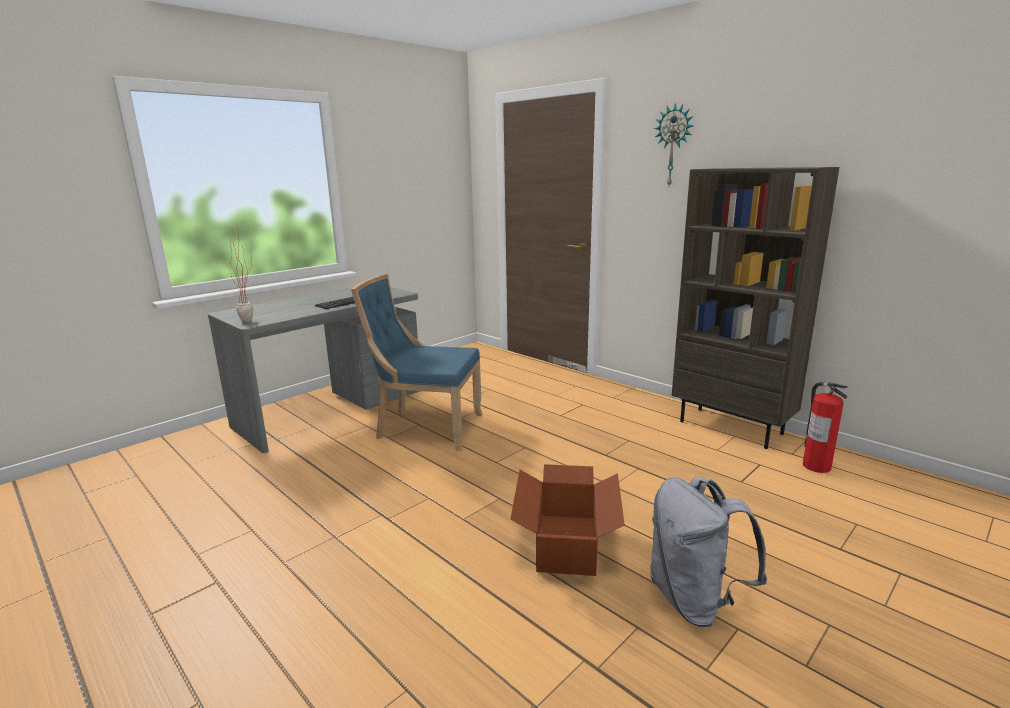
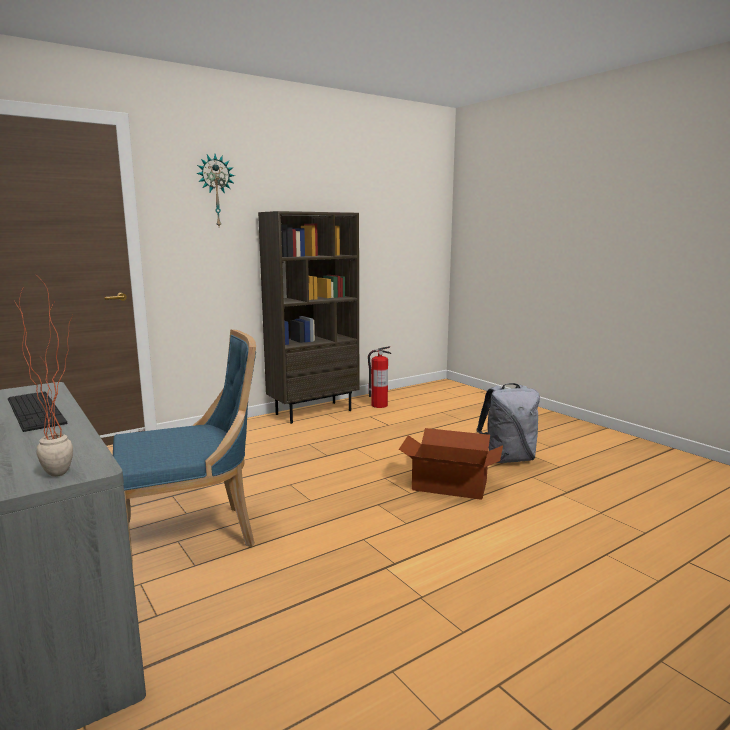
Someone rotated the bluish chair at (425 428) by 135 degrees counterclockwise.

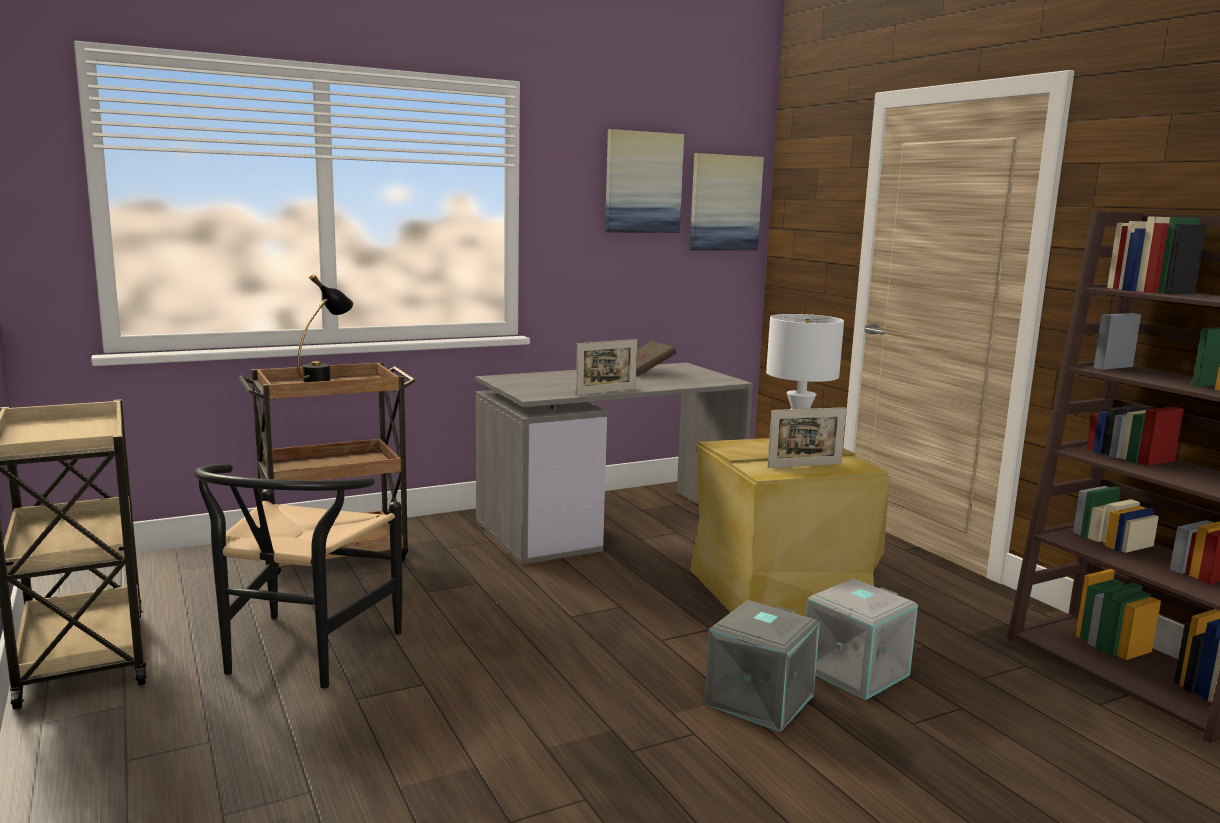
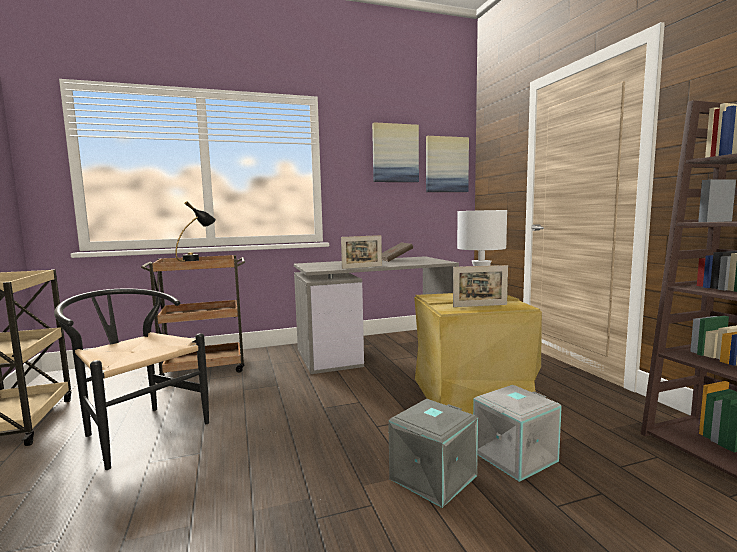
Someone rotated the black-coloured chair at (300 656) by 105 degrees clockwise.

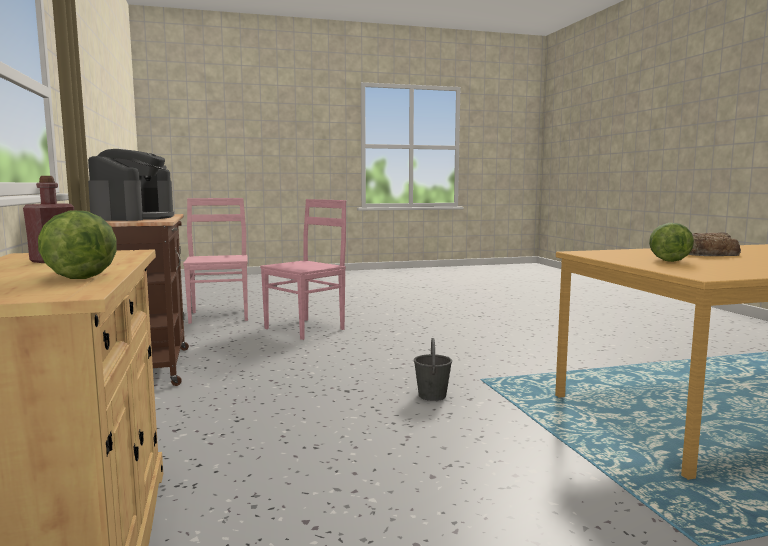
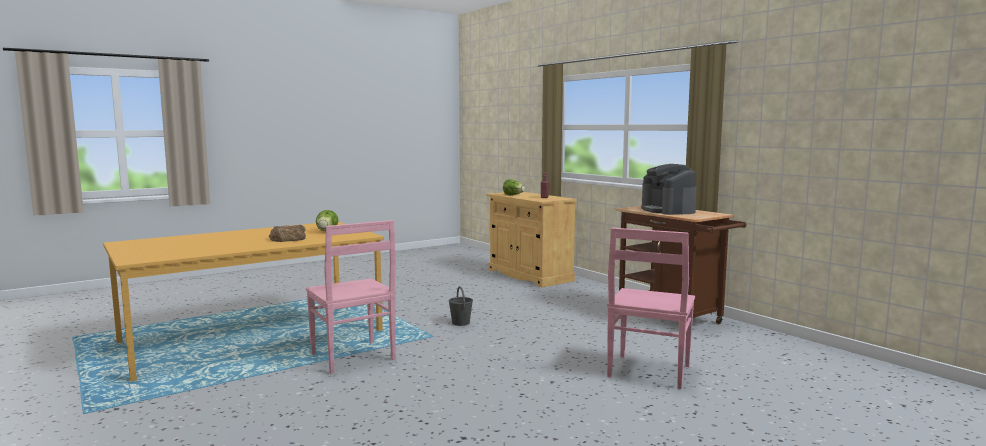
Someone carried the pink chair from (219 316) to (353 358).

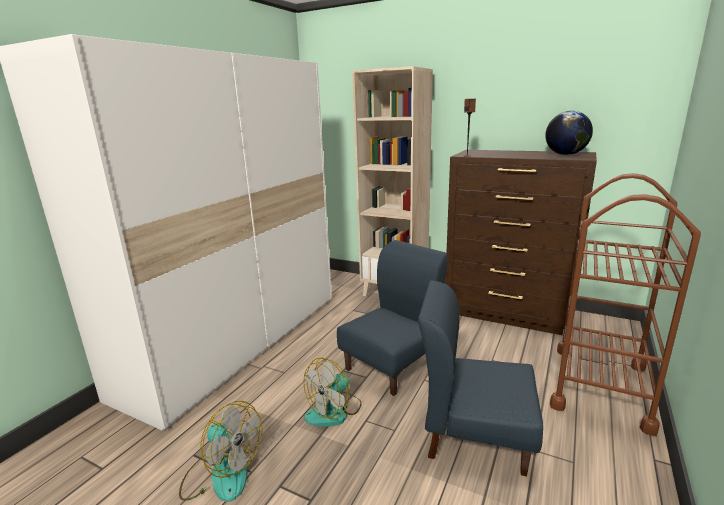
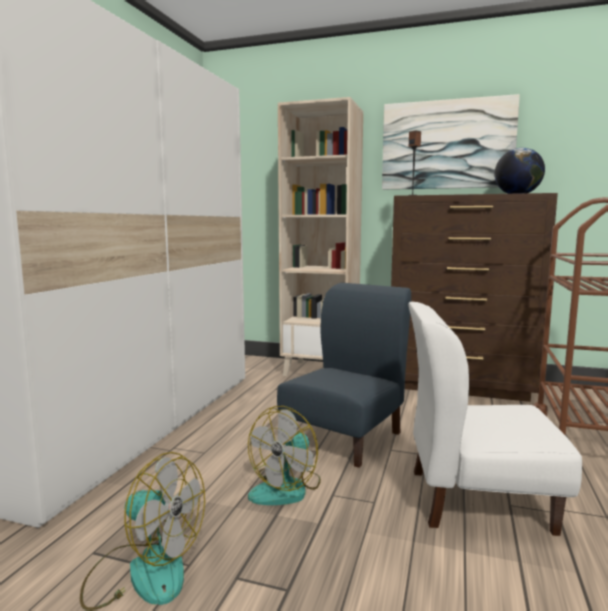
Someone repainted the bluish chair at (474 435), which became the whitish chair at (477 499).
Someone put up the picture at (447 145).

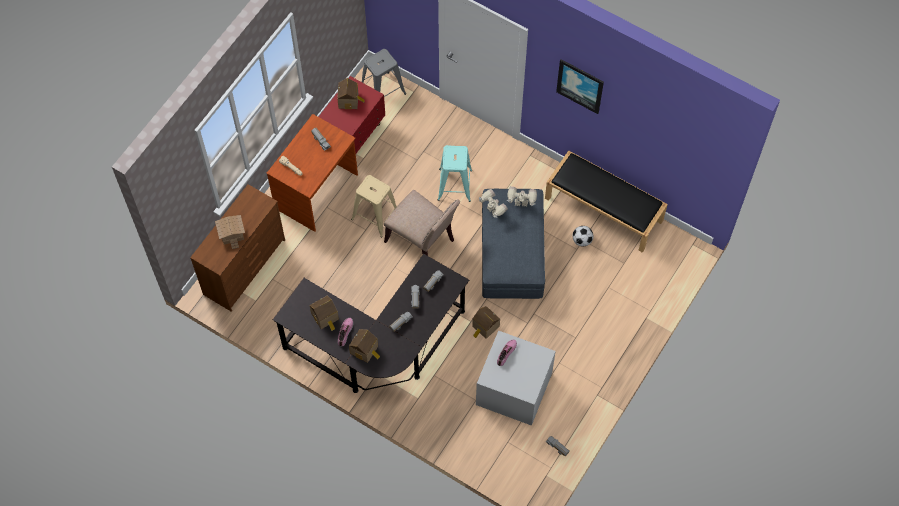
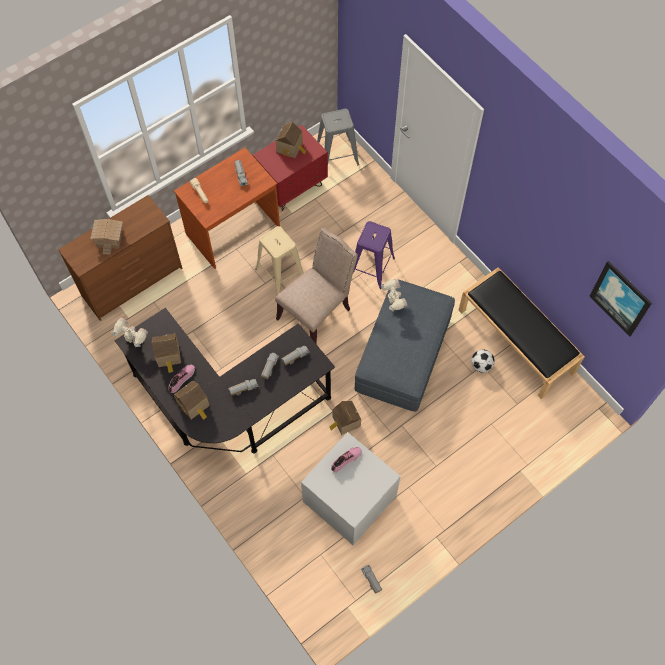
Someone rotated the sand-coloured chair at (422 241) by 105 degrees counterclockwise.
Someone repainted the turquoise stool seat at (455 185), which became the purple-coloured stool seat at (371 267).
Someone carried the robot figure from (521 204) to (133 341).
Someone carried the picture from (580 85) to (620 298).

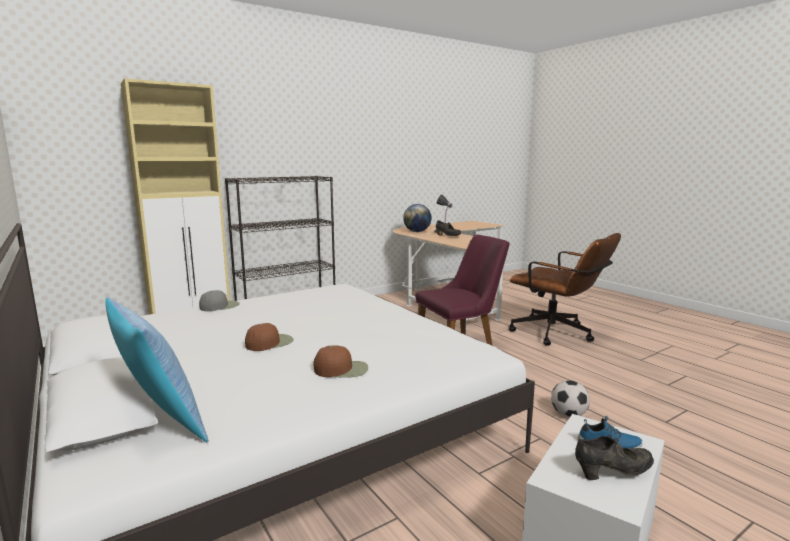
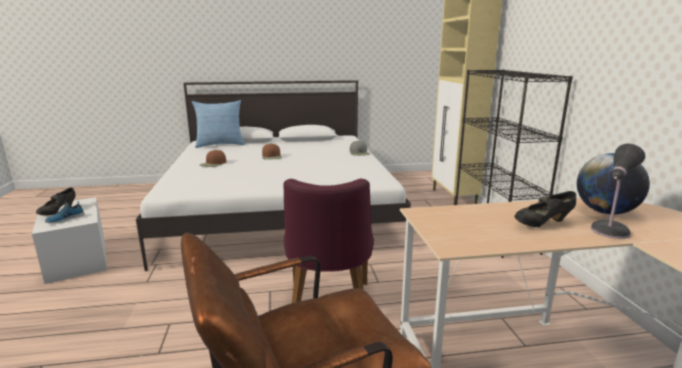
Someone took away the football ball at (568 415).

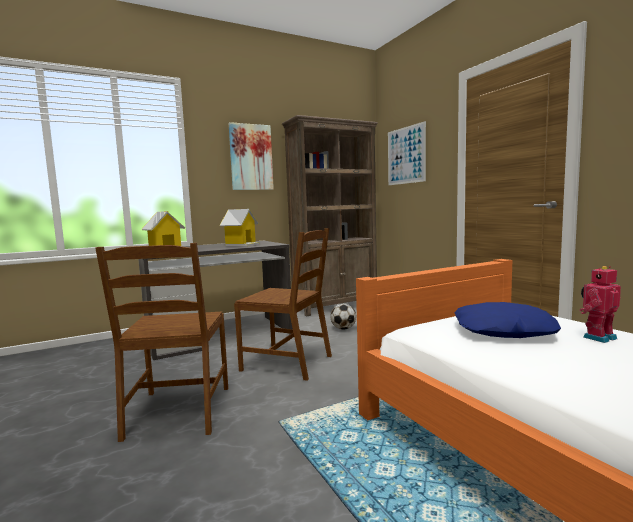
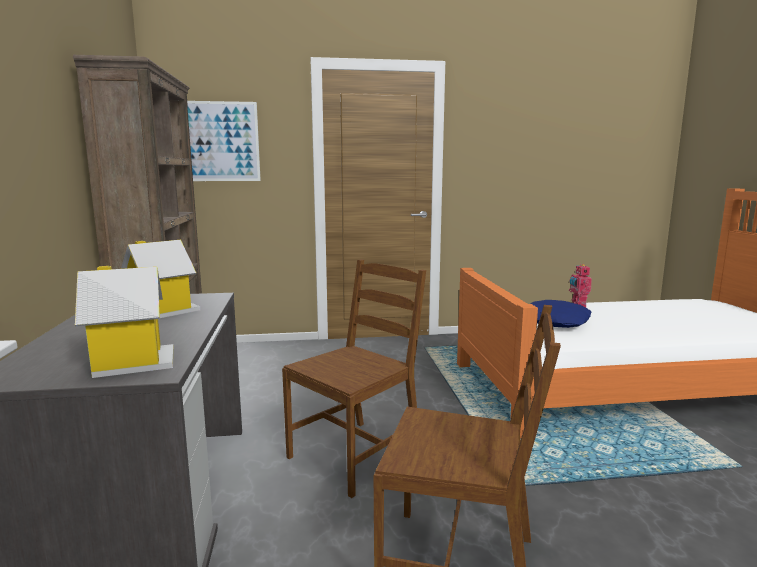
Someone took away the picture at (251 157).
Someone took away the football ball at (343 328).

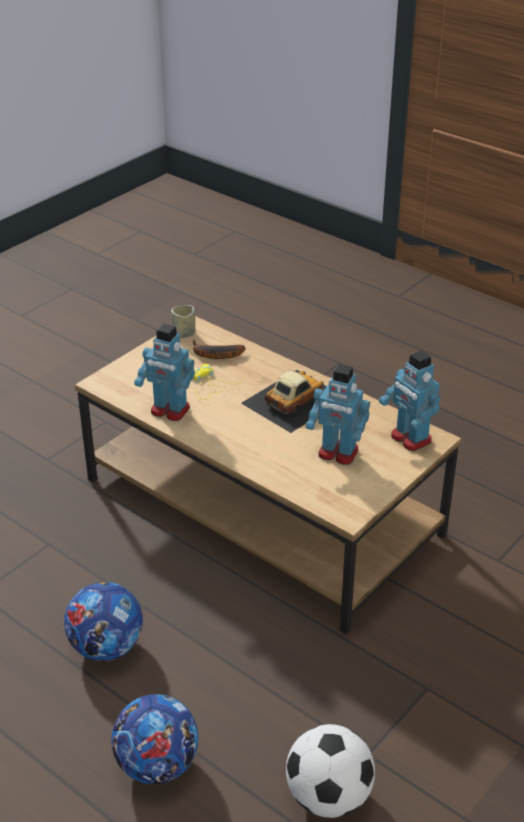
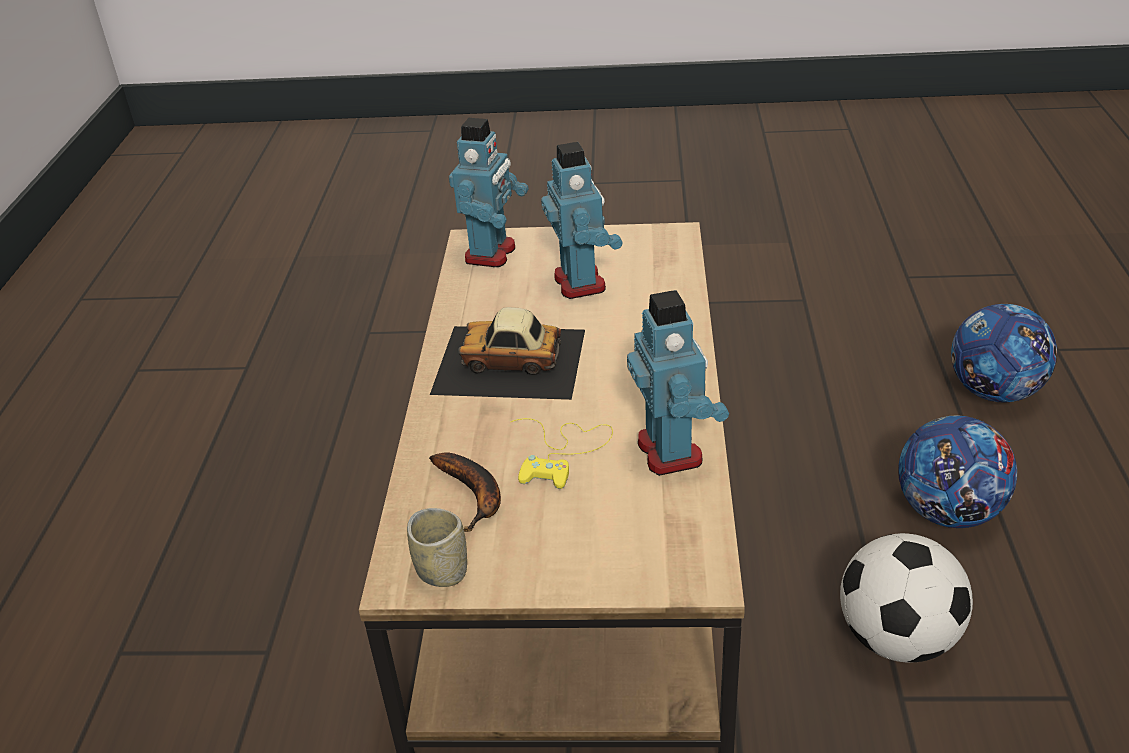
Someone carried the football ball from (328 797) to (897 638).

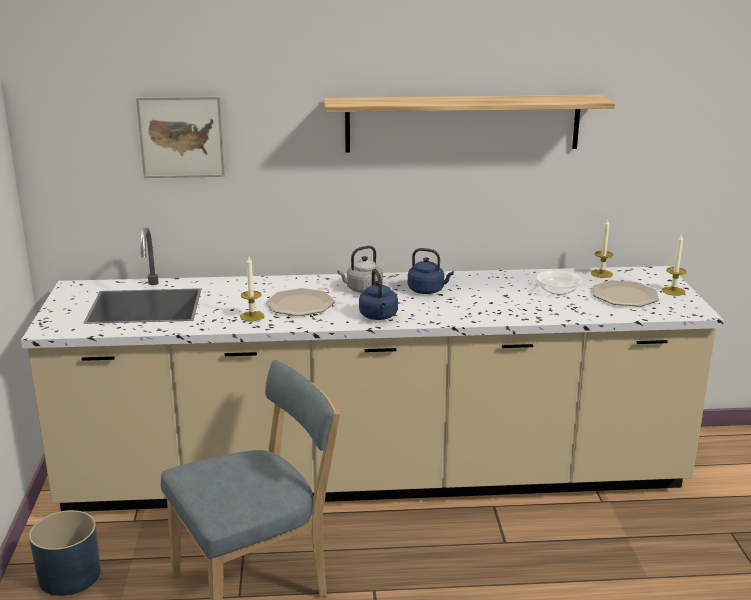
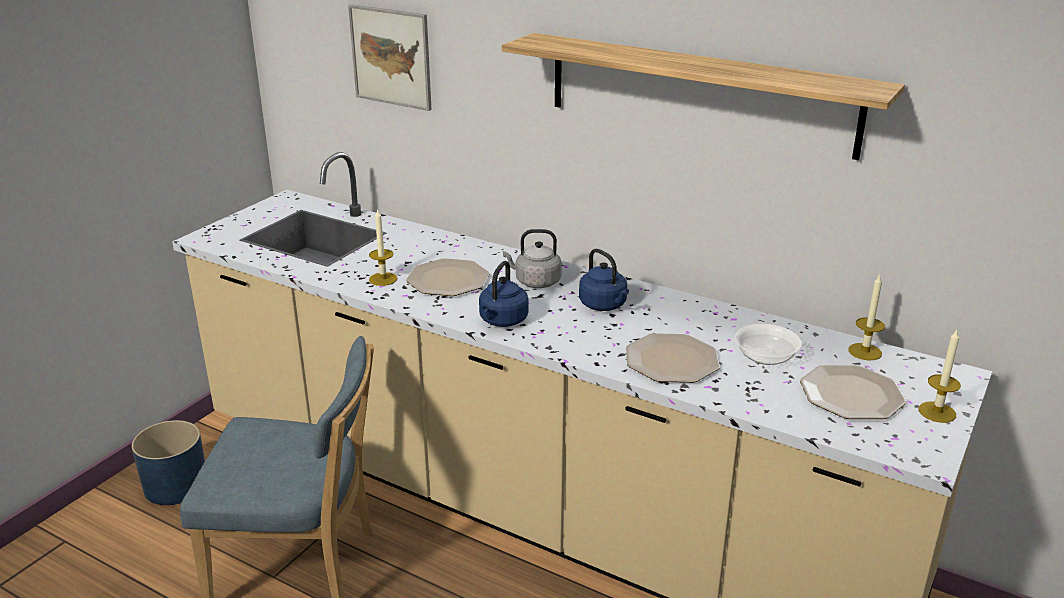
Someone put down the flat dish at (671 360).

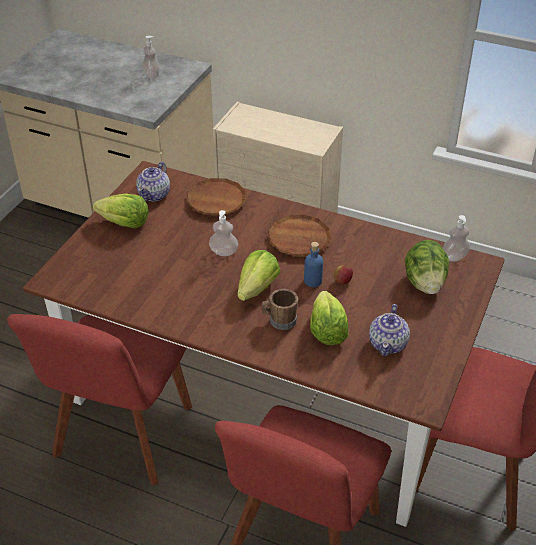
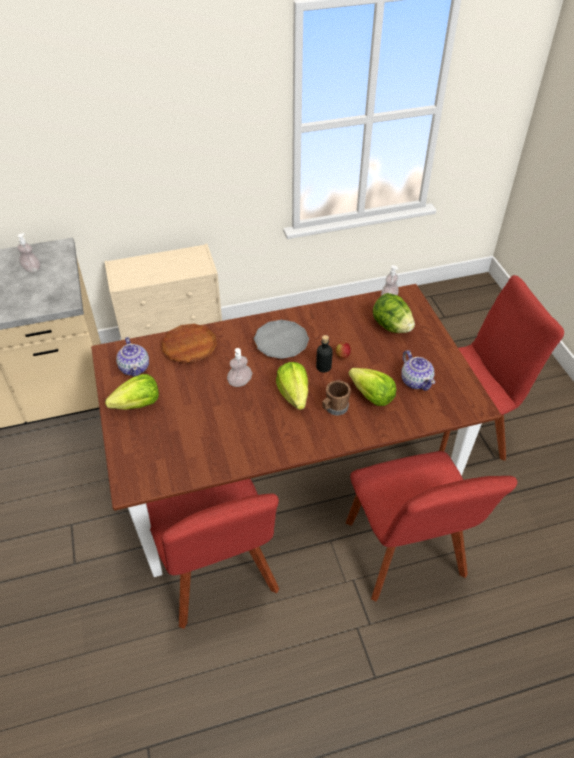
Someone repainted the brown-coloured flat dish at (299 239), which became the gray flat dish at (281 342).
Someone repainted the bluish beverage bottle at (313 281), which became the black-coloured beverage bottle at (323 367).

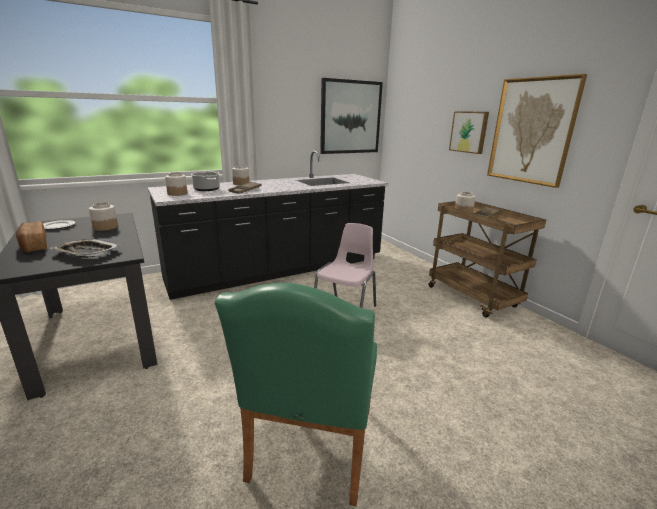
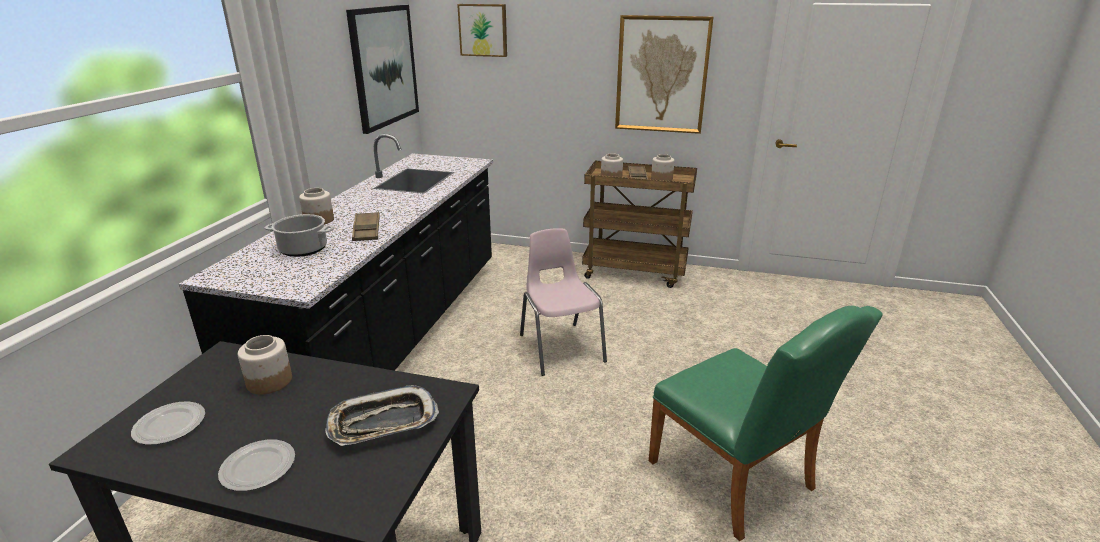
Someone swapped the bakery bread at (34 246) for the flat dish at (258 467).
Someone carried the storage jar from (177 193) to (661 179).
Someone carried the picture from (469 132) to (483 30).

